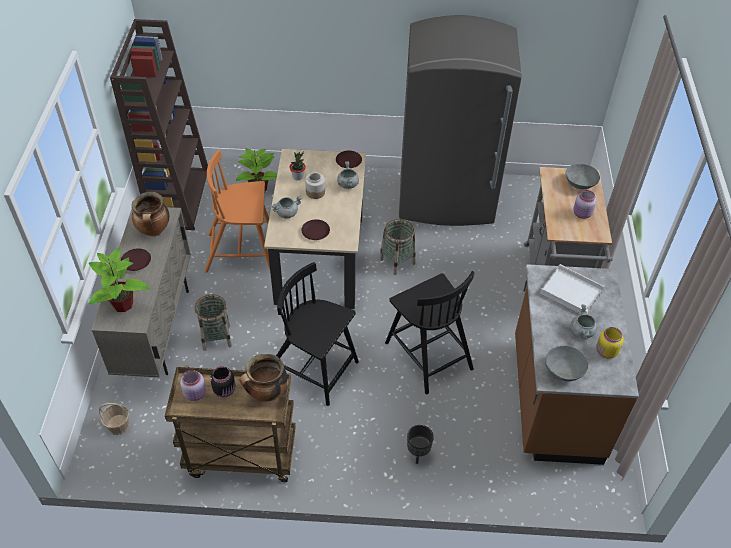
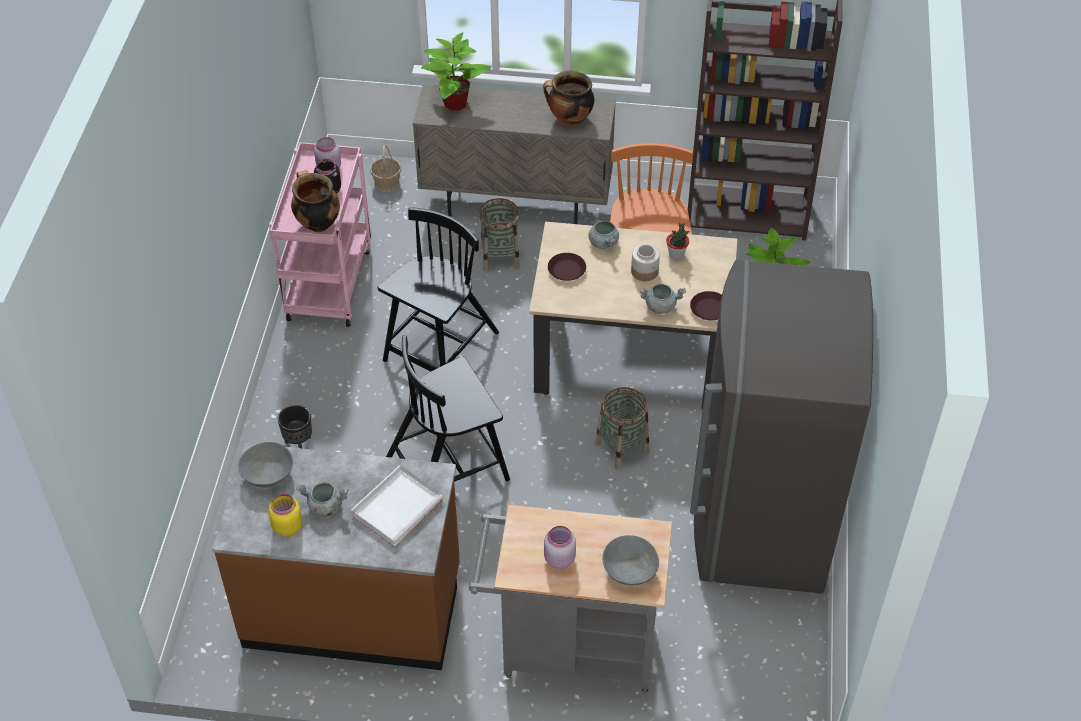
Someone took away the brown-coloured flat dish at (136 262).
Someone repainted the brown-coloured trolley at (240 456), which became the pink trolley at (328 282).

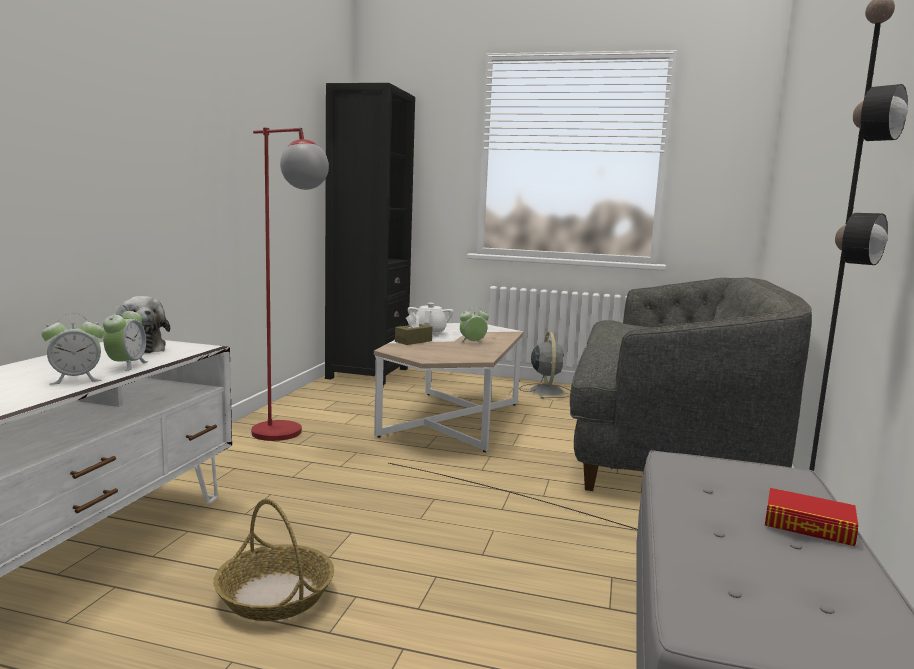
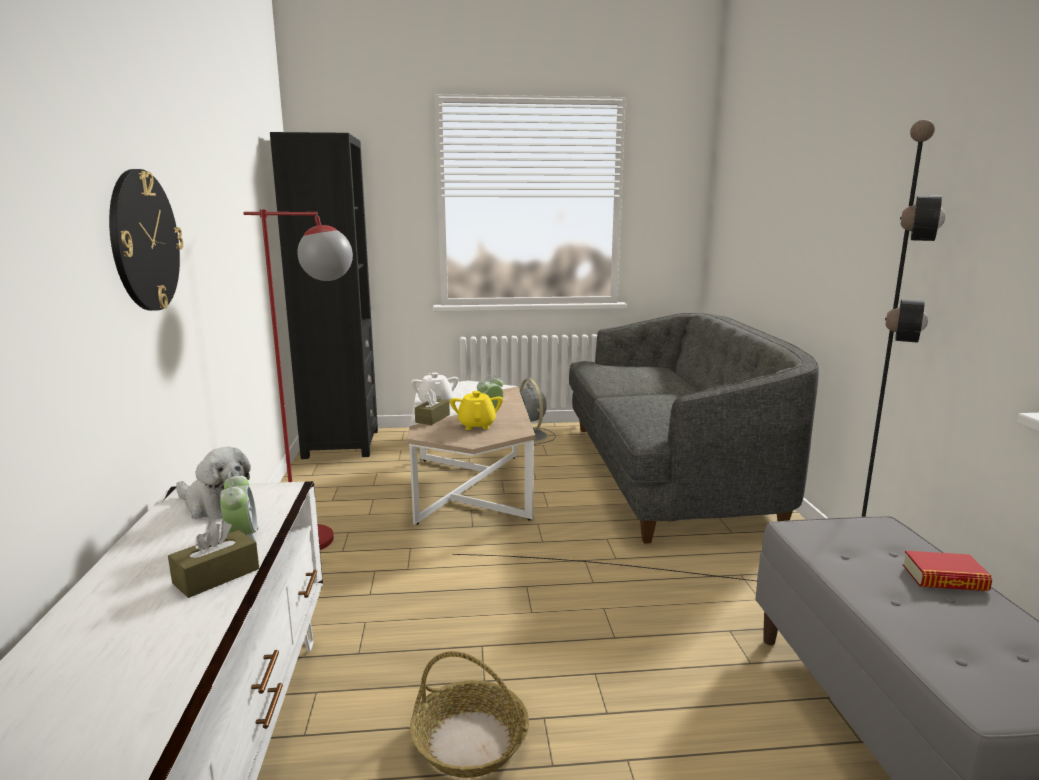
Someone swapped the bedside clock at (76 379) for the brown-coloured tissue holder at (216 576).
Someone put up the clock on the wall at (144 241).
Someone put down the yellow teapot at (477 425).

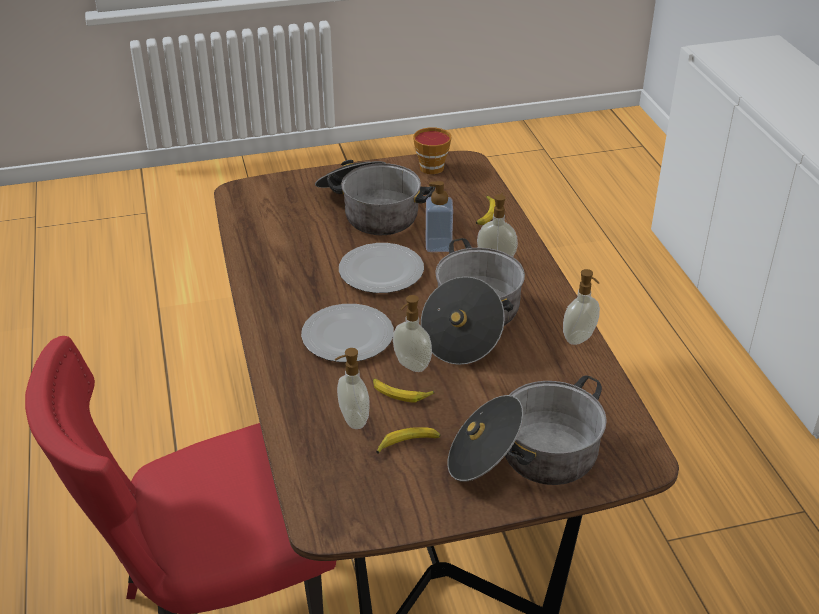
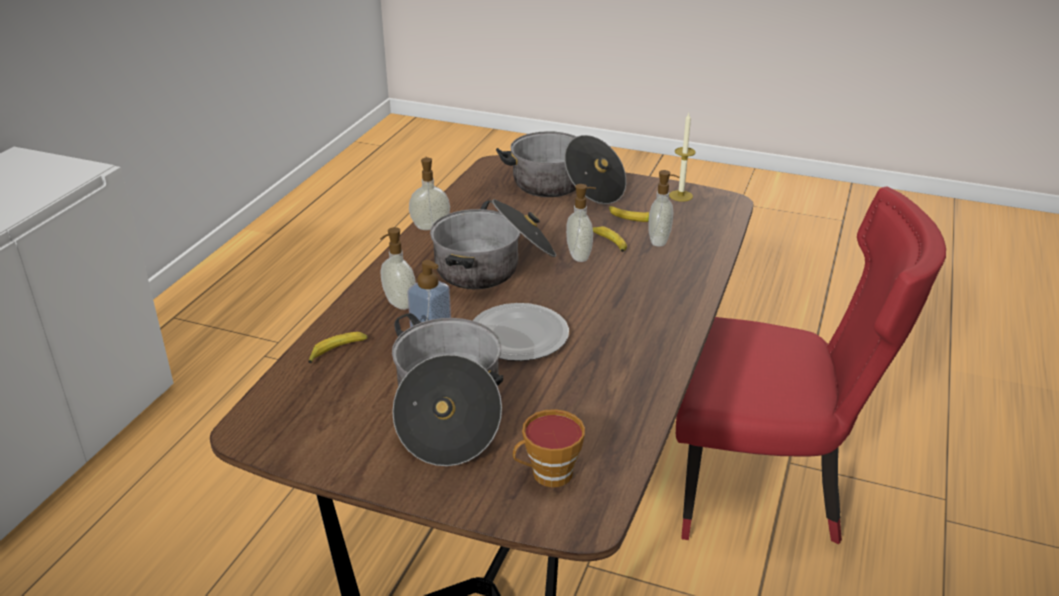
Someone took away the flat dish at (349 336).
Someone carried the small cup from (433 166) to (548 475).
Someone put down the candle at (681 196).

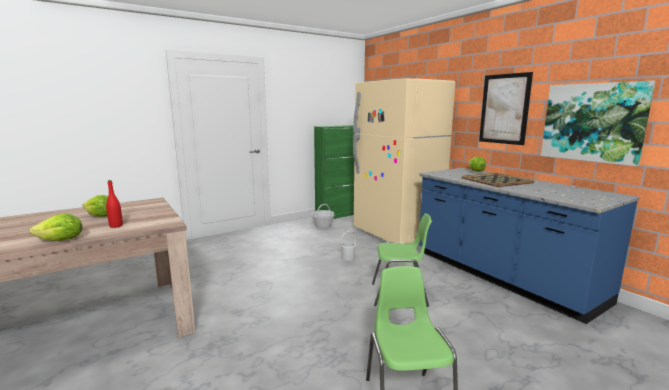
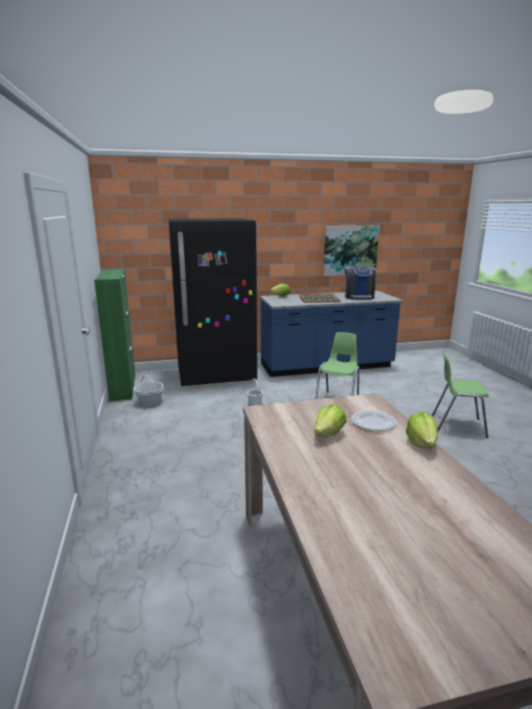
Someone swapped the red-coloured beverage bottle at (116 226) for the flat dish at (372 422).
Someone repainted the sand-coloured kitchen fridge at (397 233), which became the black-coloured kitchen fridge at (216 375).
Someone took away the picture at (504 109).
Someone put down the coffee brewer at (359 297).

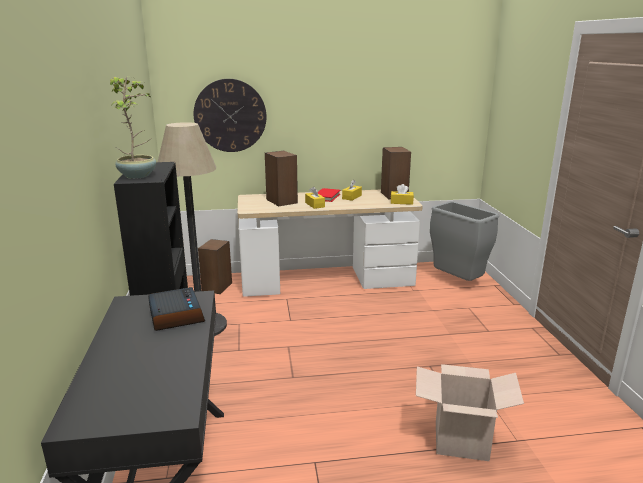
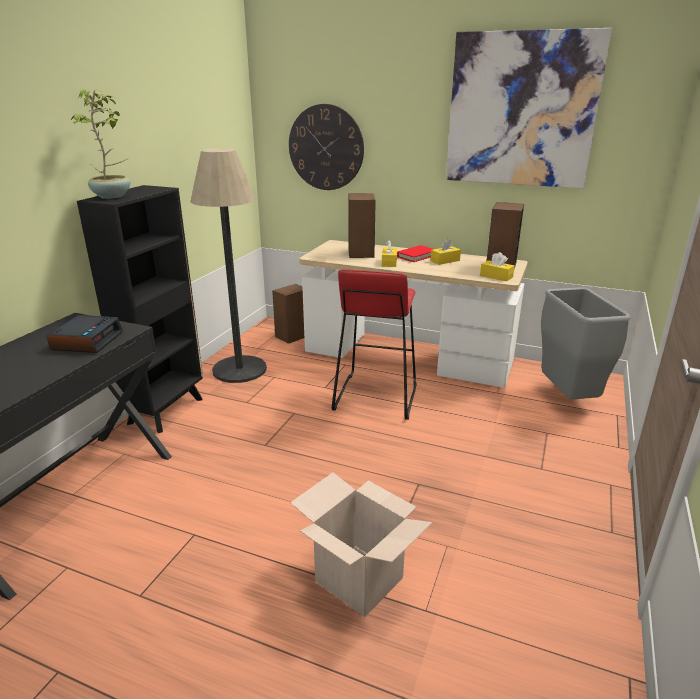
Someone put down the red-coloured stool seat at (375 397).
Someone put up the picture at (521 110).

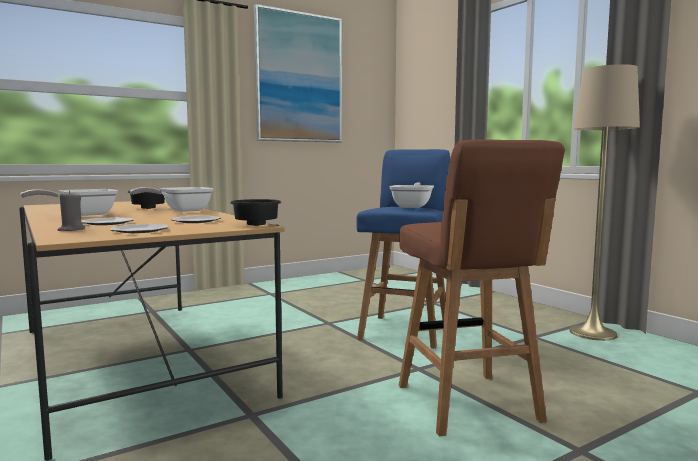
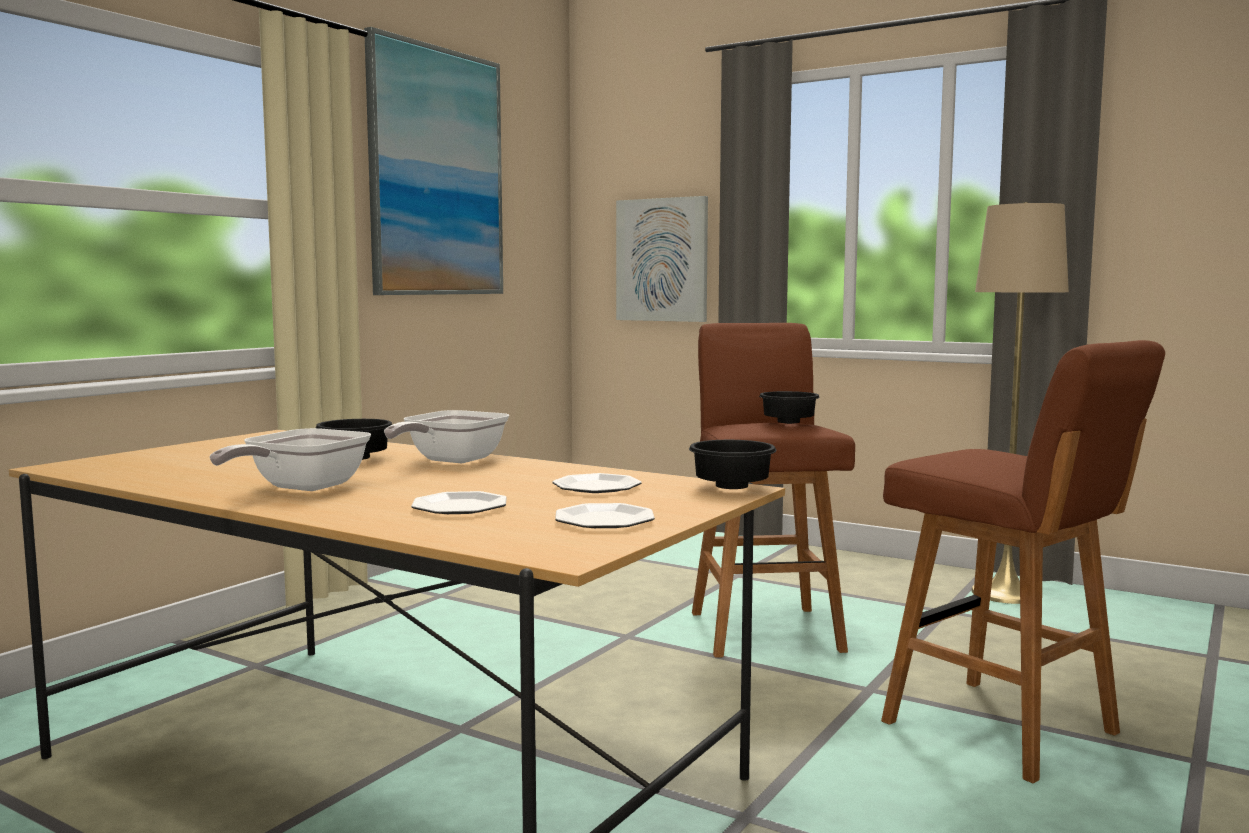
Someone took away the gray candle at (71 230).
Someone repainted the bluish stool seat at (405 330), which became the brown-coloured stool seat at (764 630).
Someone swapped the skillet at (413 206) for the black-coloured deep dish at (789 423).
Someone put up the picture at (662 260).

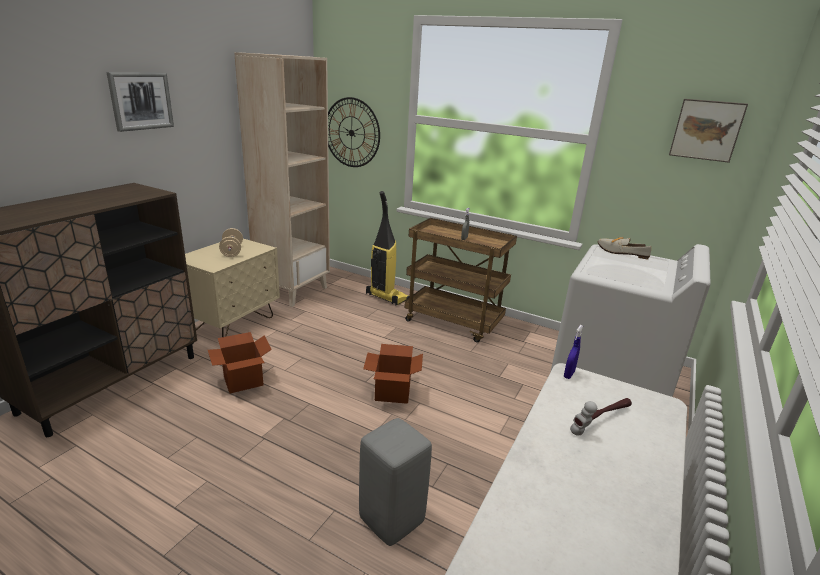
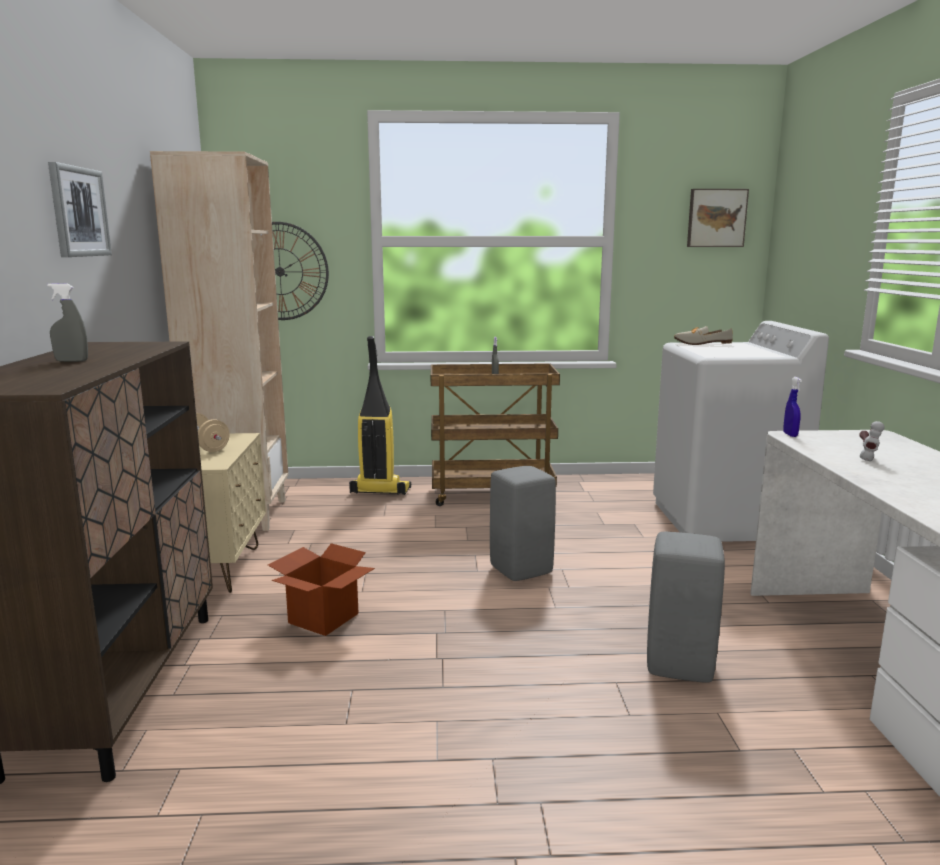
Someone swapped the cardboard box at (392 392) for the gray stool seat at (521 570).
Someone put down the gray spray bottle at (71 361).

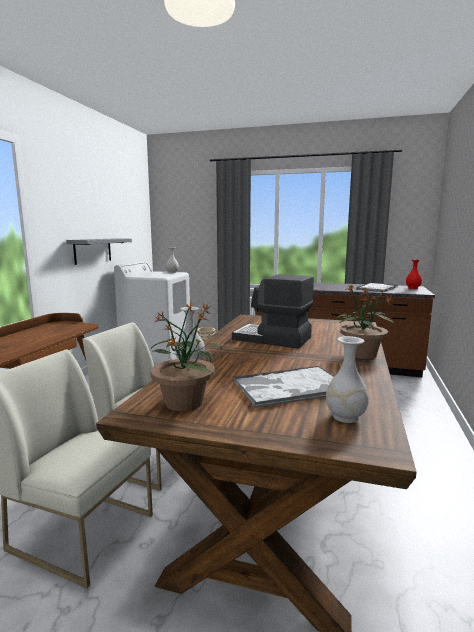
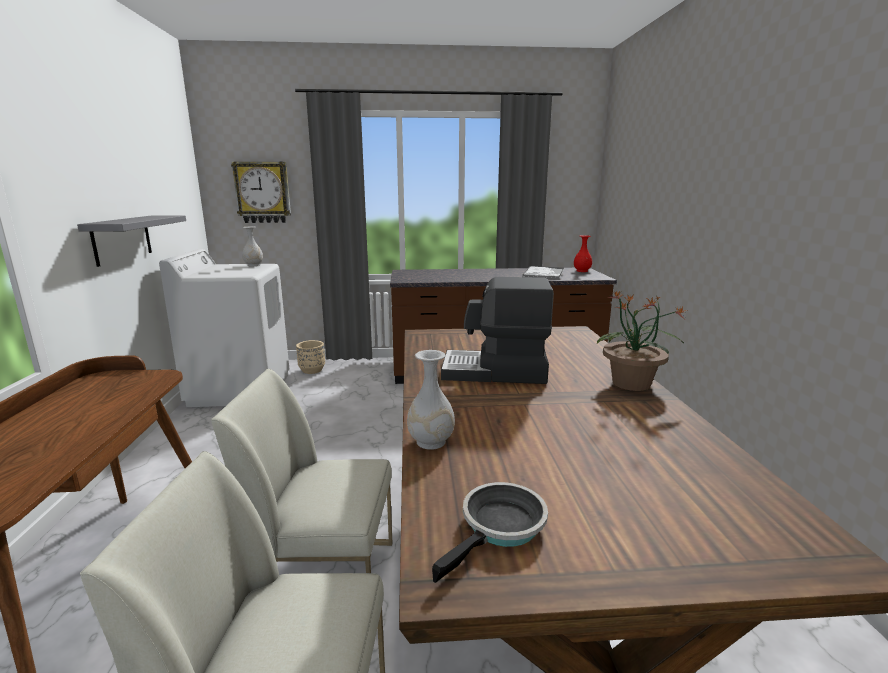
Someone swapped the houseplant at (184 402) for the skillet at (500 528).
Someone took away the carrying tray at (289 387).
Someone took away the whitish decorative vase at (345 417).
Someone put up the clock on the wall at (263 192).

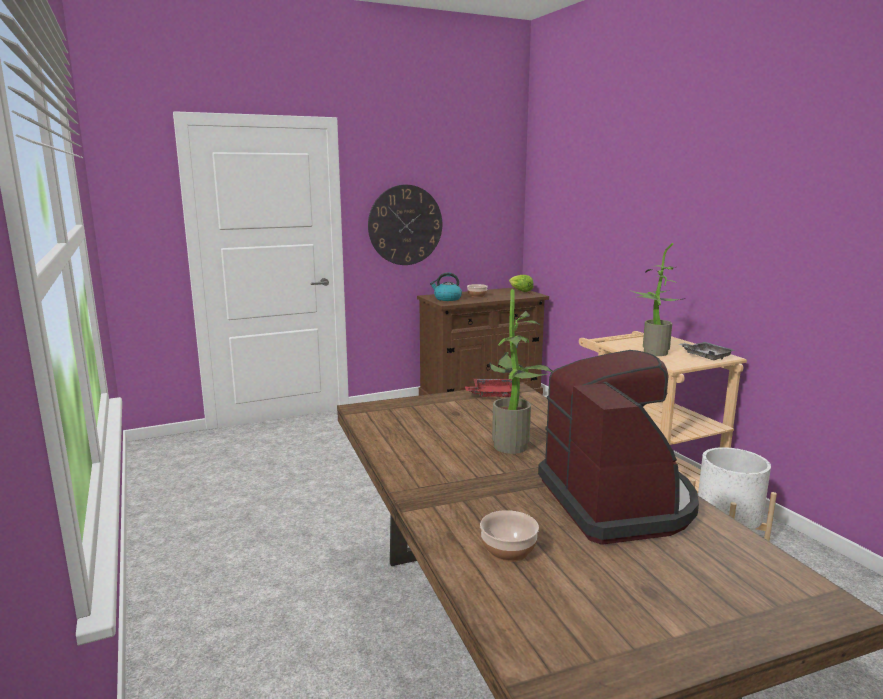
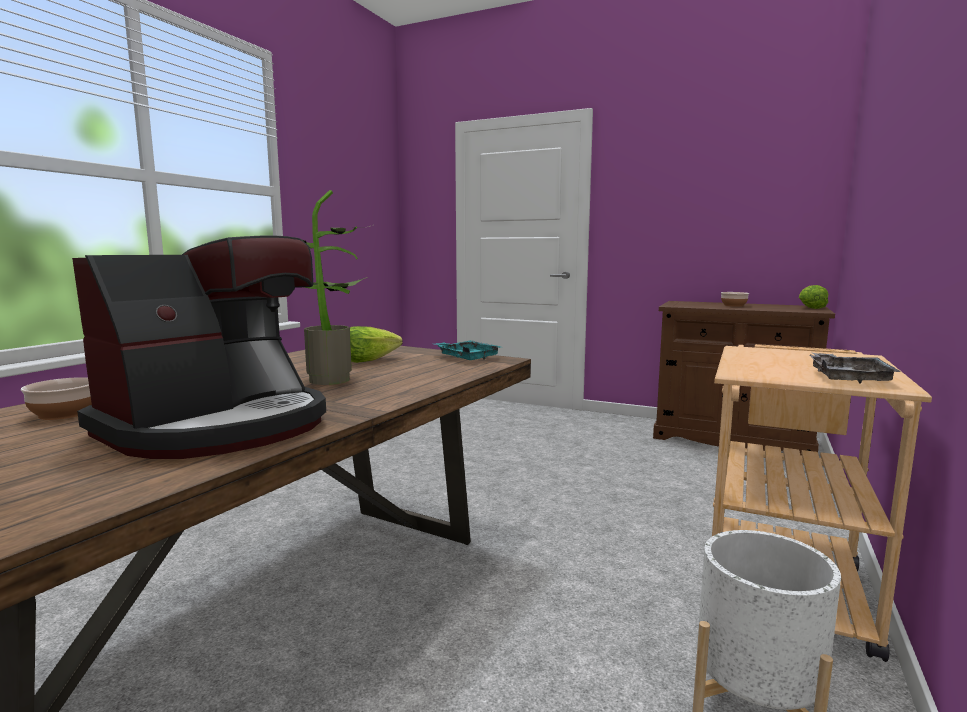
Someone took away the clock on the wall at (405 225).
Someone took away the kettle at (447 299).
Someone repainted the red-coloured carrying tray at (492 394), which became the turquoise carrying tray at (467 358).
Someone took away the houseplant at (651 353).
Someone put down the head of lettuce at (368 360).

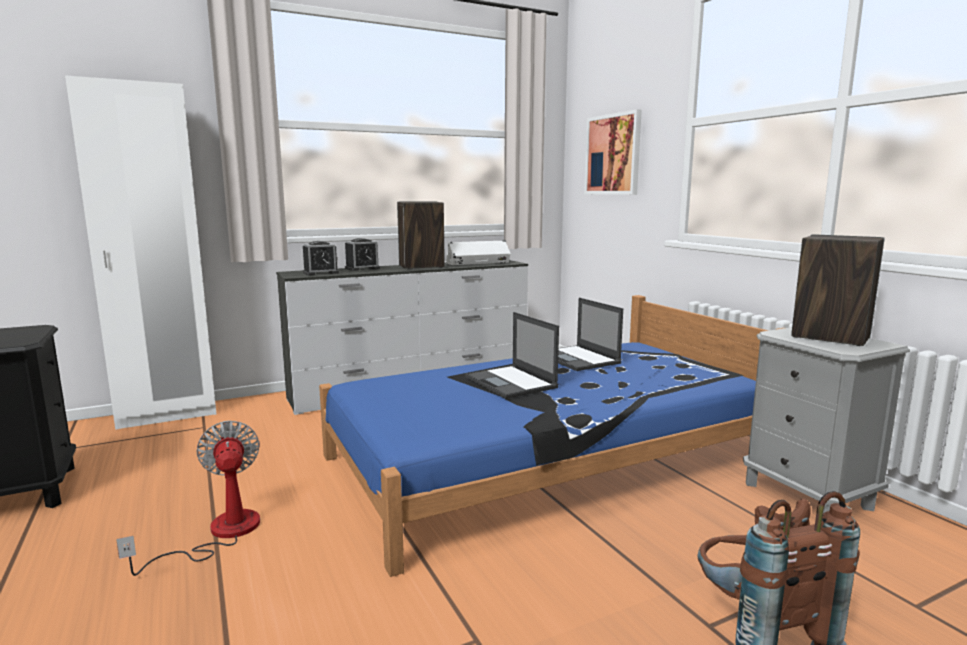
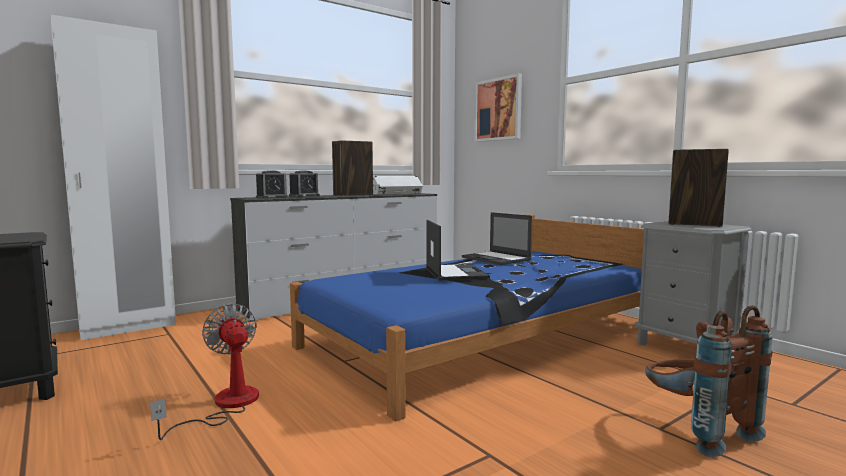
Someone rotated the laptop at (511 382) by 150 degrees counterclockwise.

